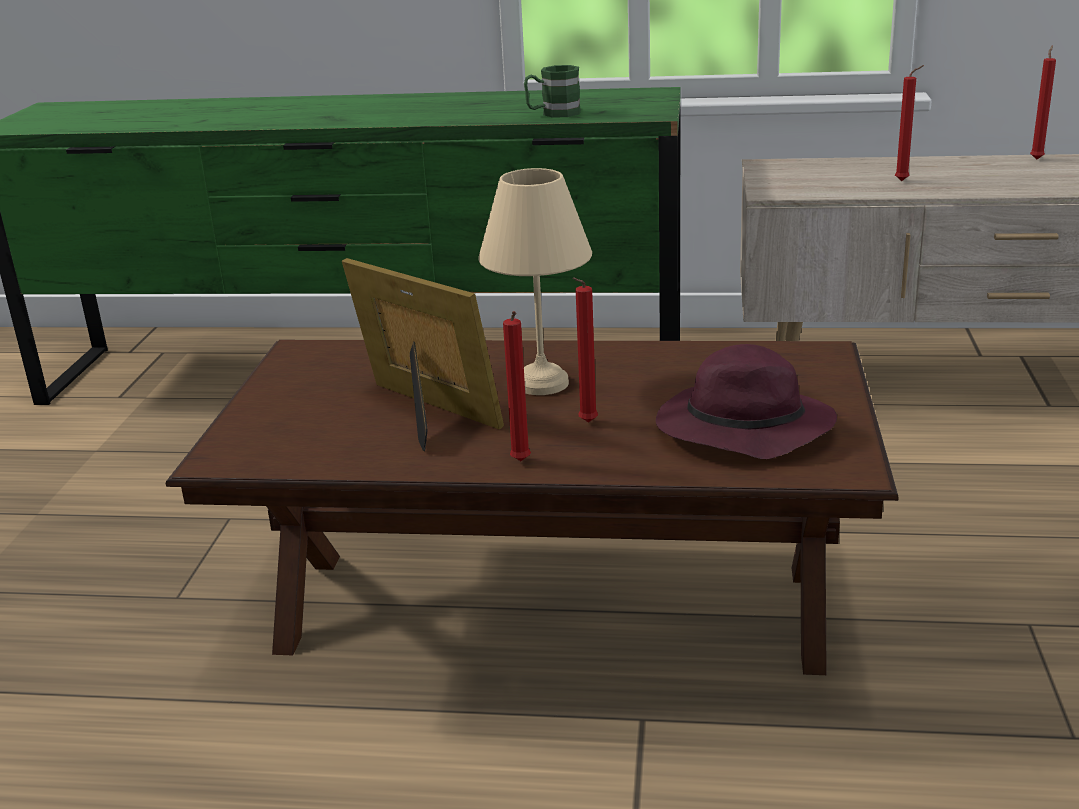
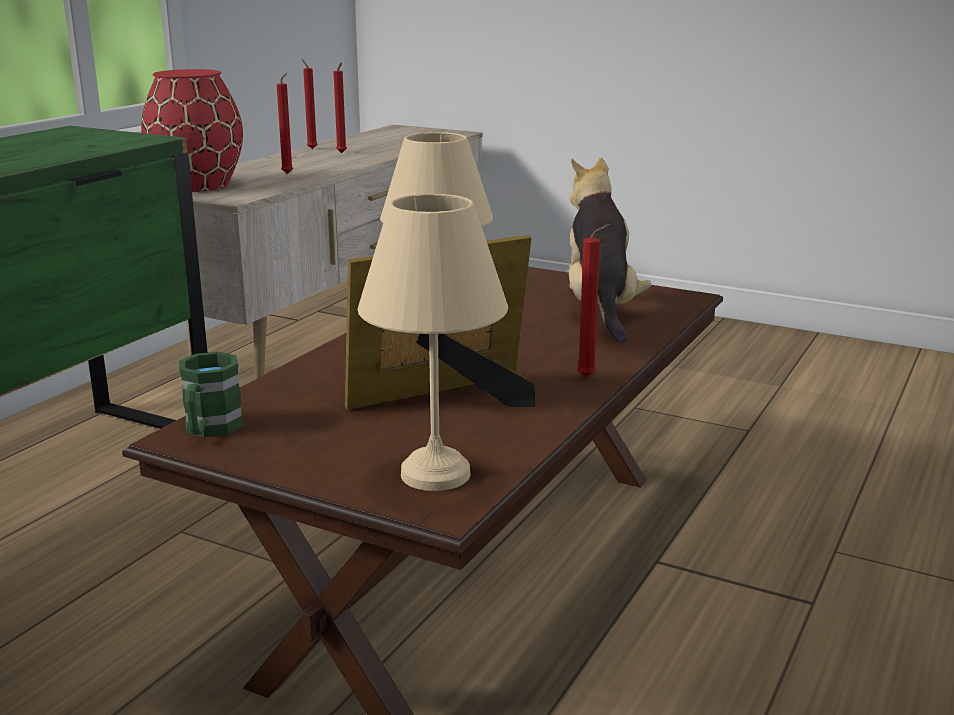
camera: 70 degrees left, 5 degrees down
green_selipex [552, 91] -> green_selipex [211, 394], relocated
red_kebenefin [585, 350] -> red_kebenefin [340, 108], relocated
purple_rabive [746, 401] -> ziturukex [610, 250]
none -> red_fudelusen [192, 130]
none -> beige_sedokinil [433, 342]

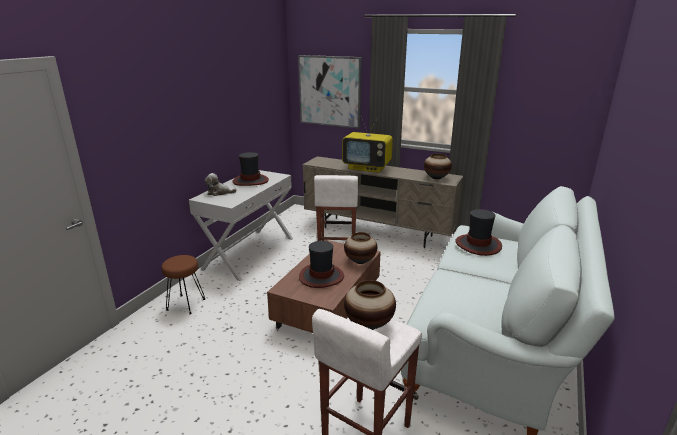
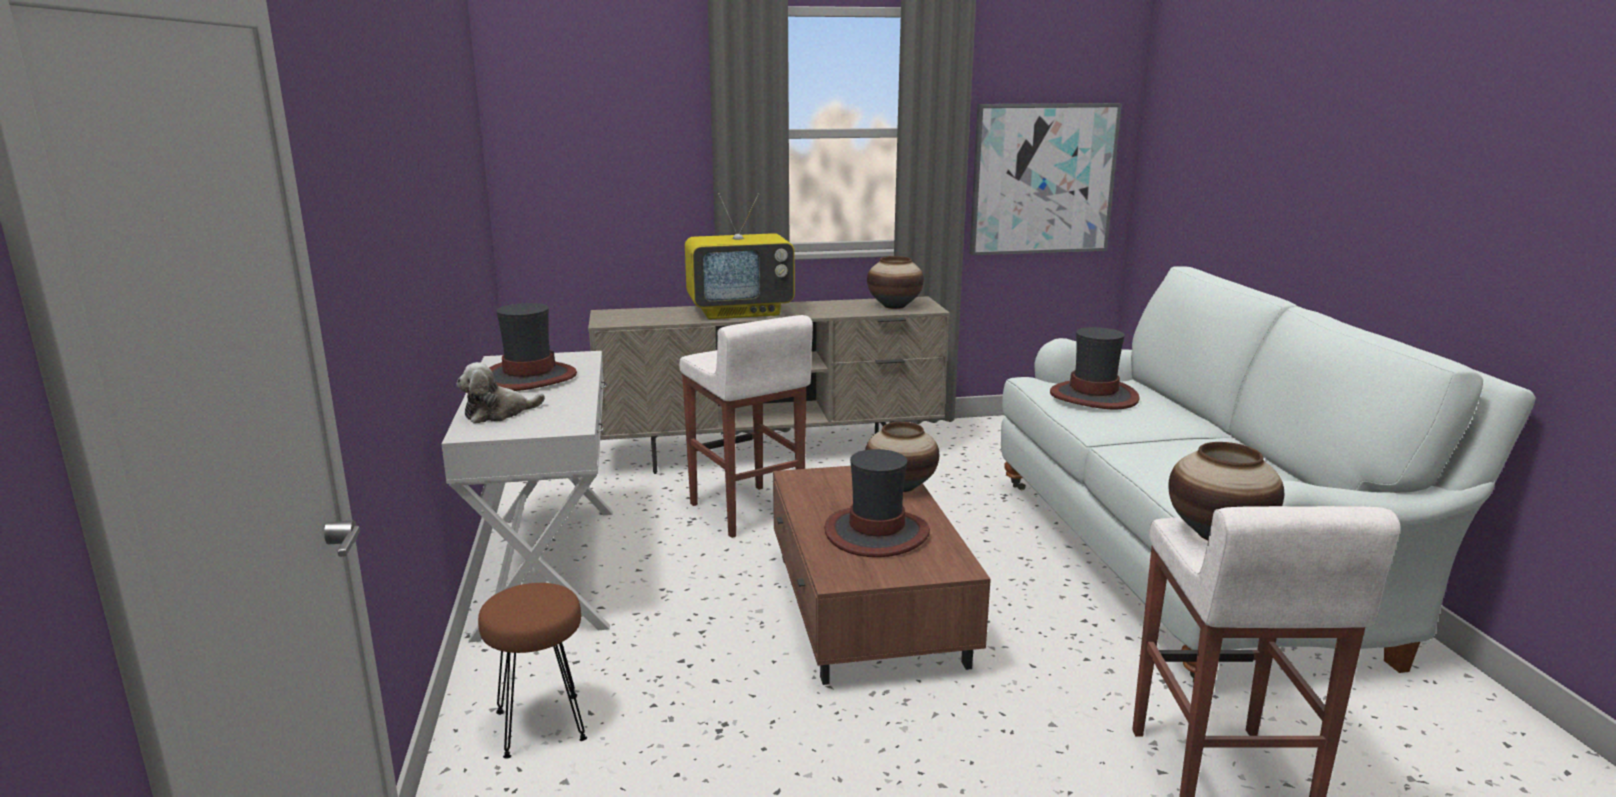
camera: 35 degrees left, 5 degrees down
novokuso [330, 92] -> novokuso [1046, 179], relocated

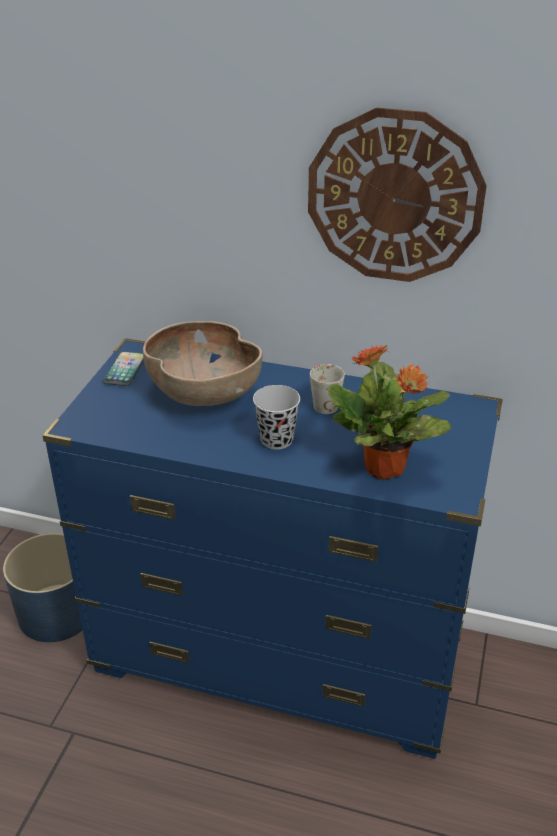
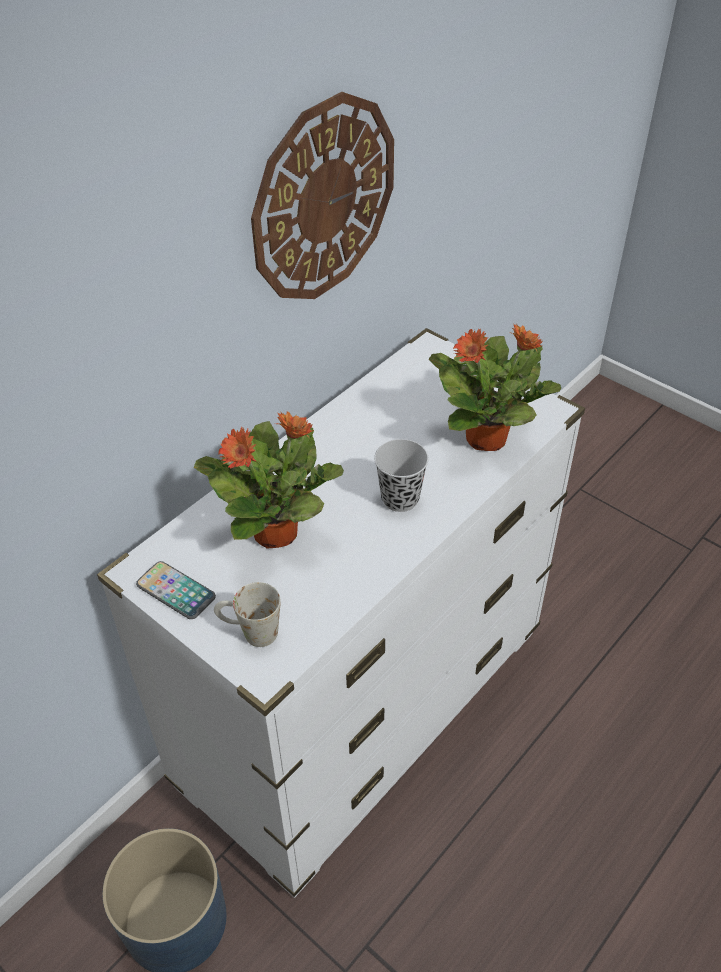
camera: 65 degrees left, 10 degrees up
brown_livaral [202, 363] -> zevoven [269, 480]
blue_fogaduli [272, 548] -> white_fogaduli [341, 613]
white_selipex [327, 389] -> white_selipex [247, 614], relocated

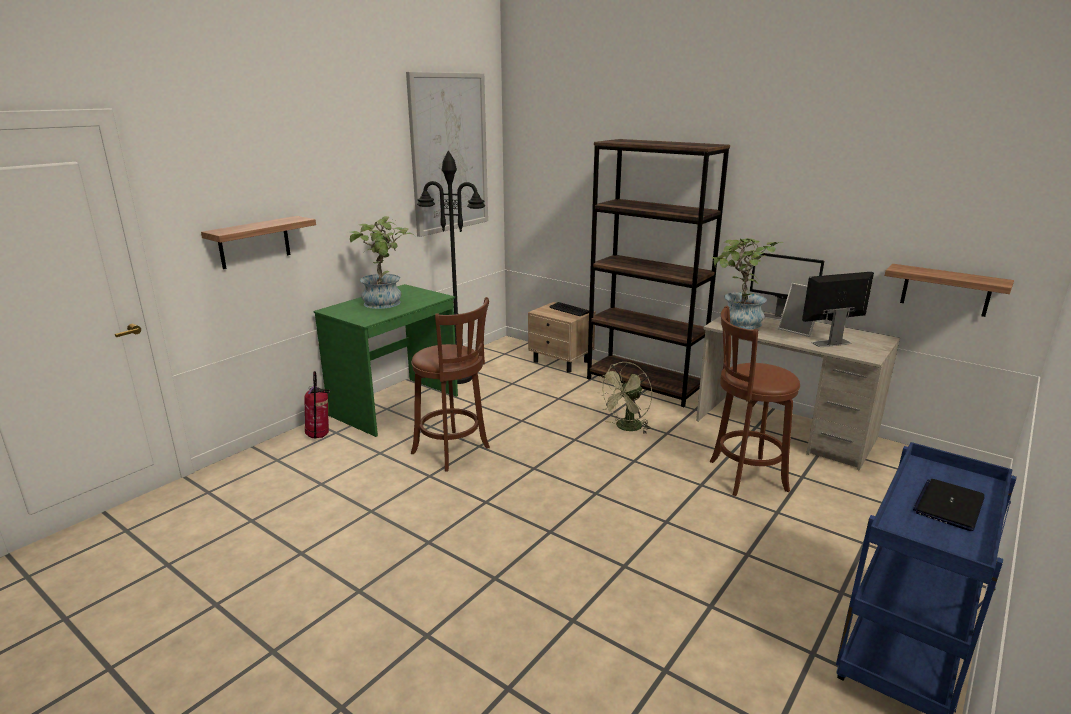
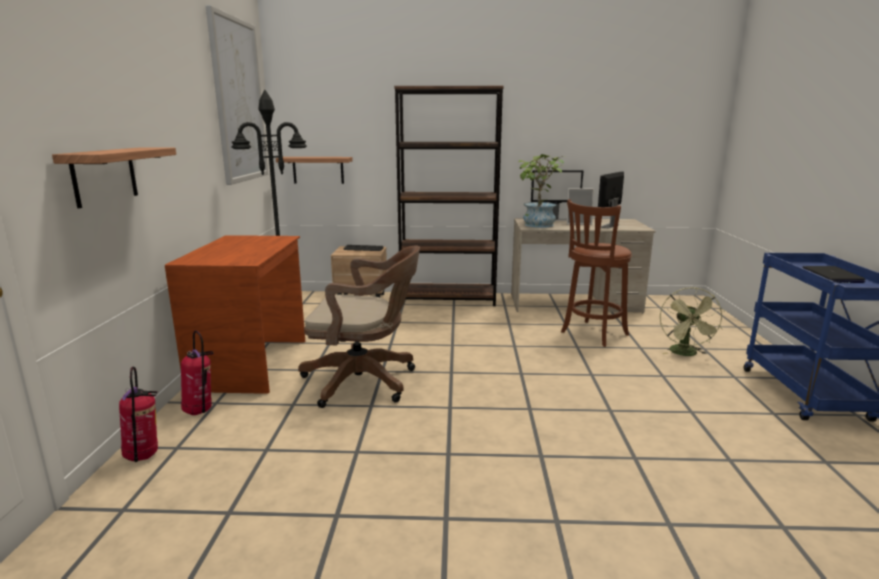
camera: 35 degrees left, 5 degrees down
zevoven [381, 262] -> none
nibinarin [949, 290] -> nibinarin [314, 170], relocated
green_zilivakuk [386, 360] -> brown_zilivakuk [235, 314]
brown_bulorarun [450, 384] -> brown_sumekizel [359, 326]
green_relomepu [624, 398] -> green_relomepu [692, 321], relocated
none -> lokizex [138, 414]

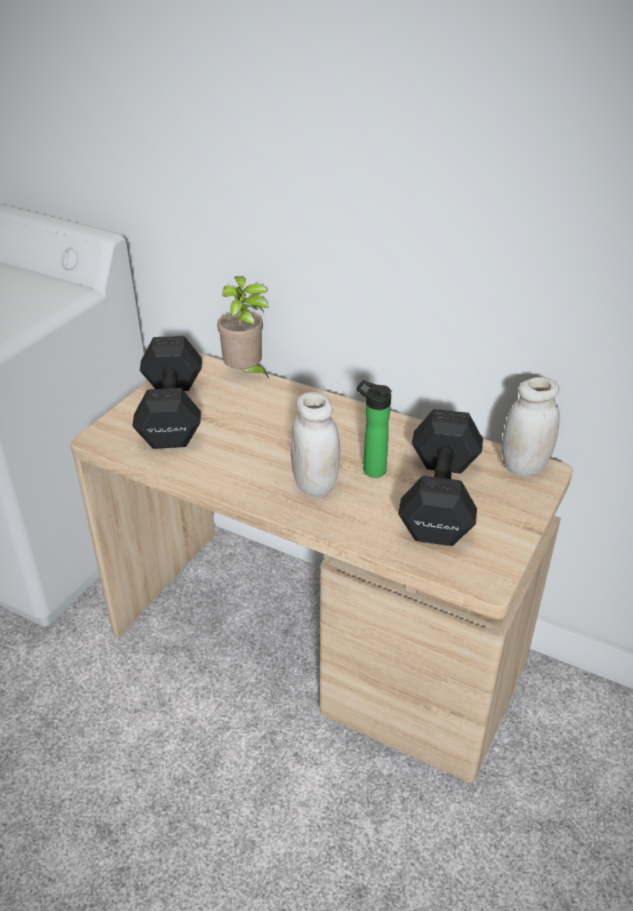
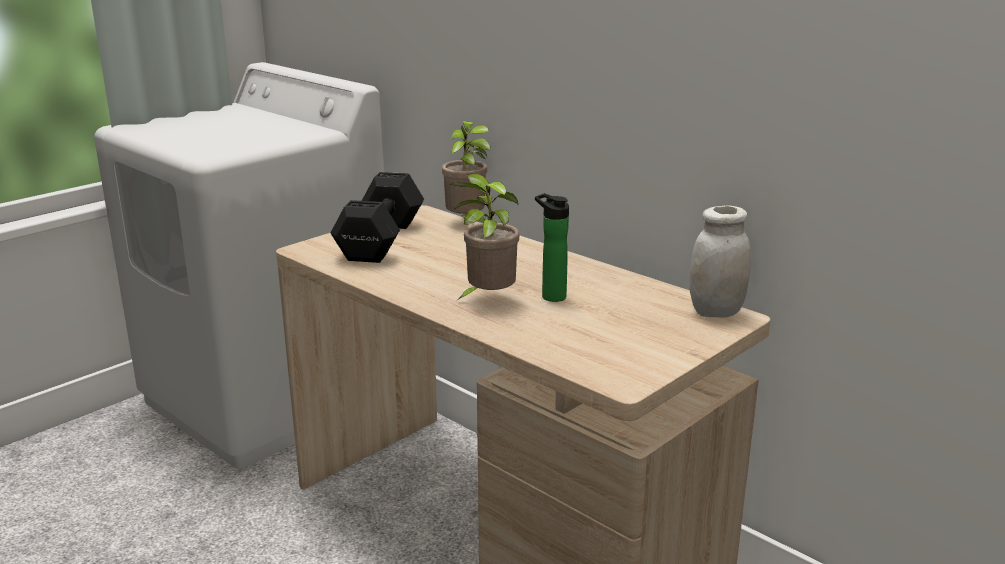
camera: 15 degrees right, 15 degrees down
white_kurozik [315, 444] -> zevoven [484, 236]
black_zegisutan [440, 477] -> none

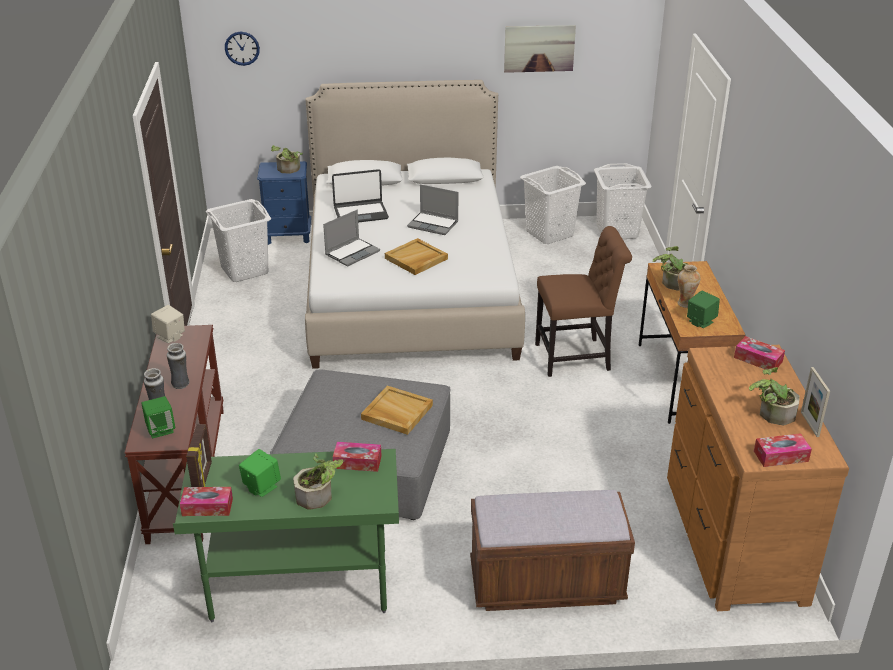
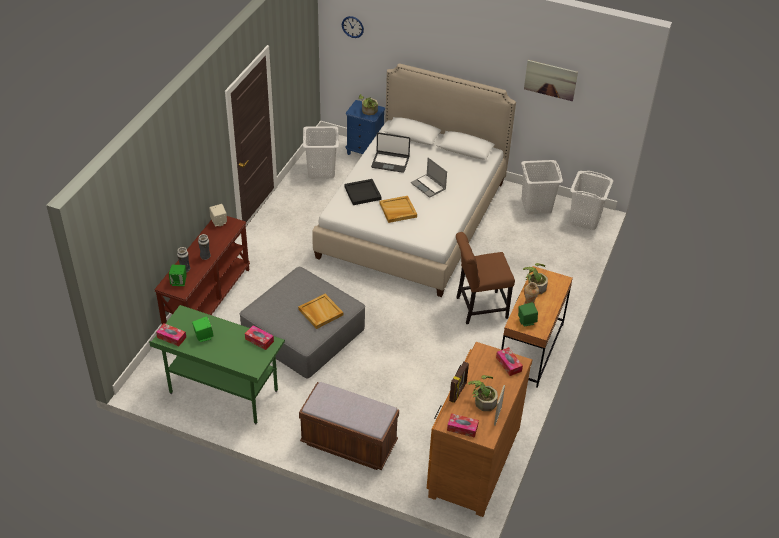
camera: 25 degrees right, 10 degrees up
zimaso [351, 238] -> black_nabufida [363, 192]
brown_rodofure [583, 301] -> brown_rodofure [485, 278], 150 degrees clockwise
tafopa [199, 455] -> tafopa [459, 382], relocated
zevoven [318, 482] -> none

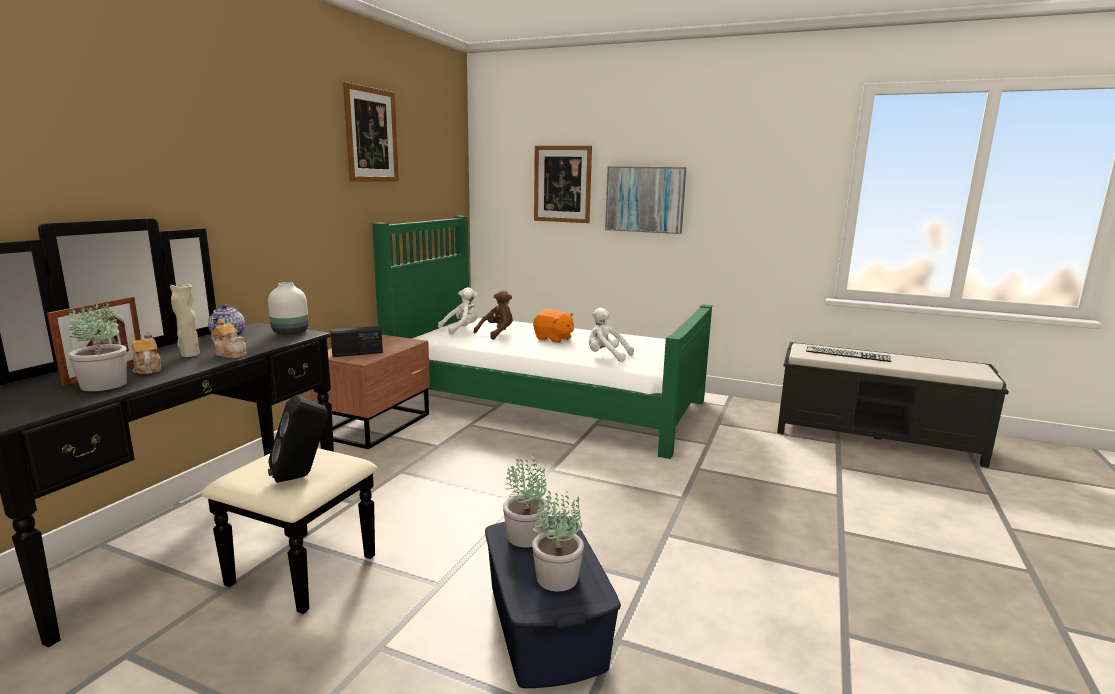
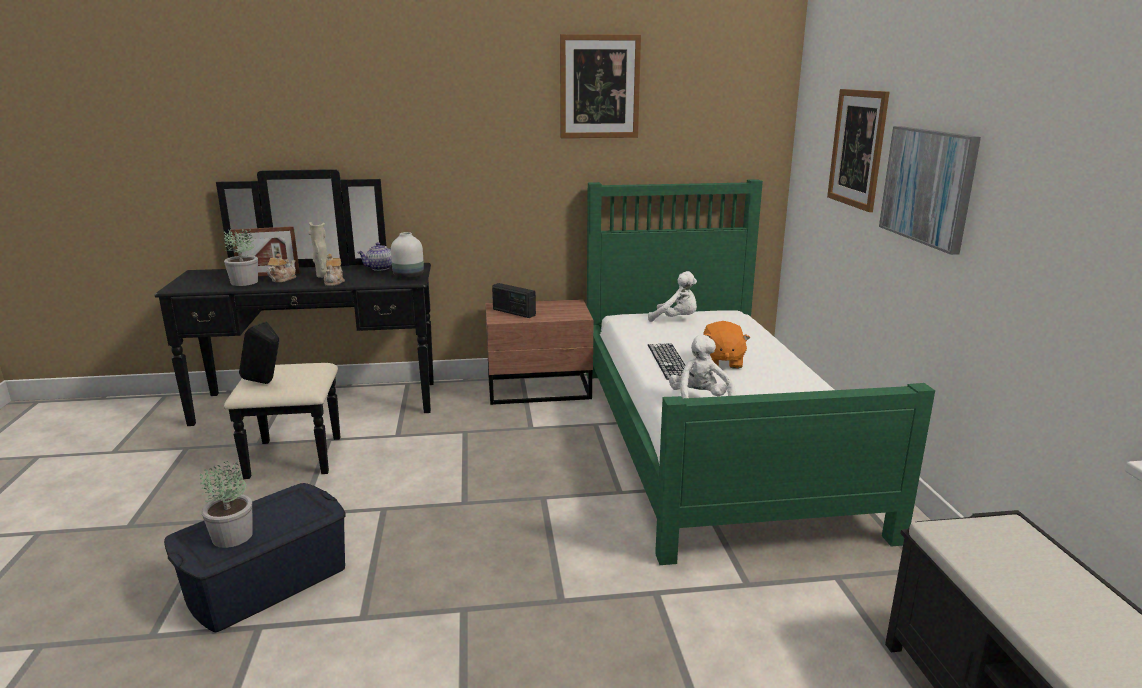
camera: 60 degrees right, 5 degrees up
brown_ziturukex [493, 315] -> none
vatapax [849, 354] -> vatapax [666, 361], relocated
zevoven [526, 501] -> none

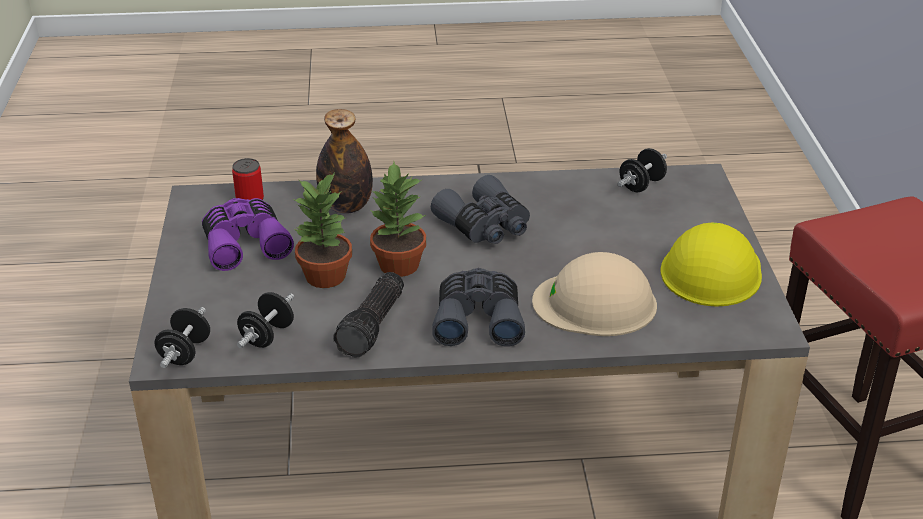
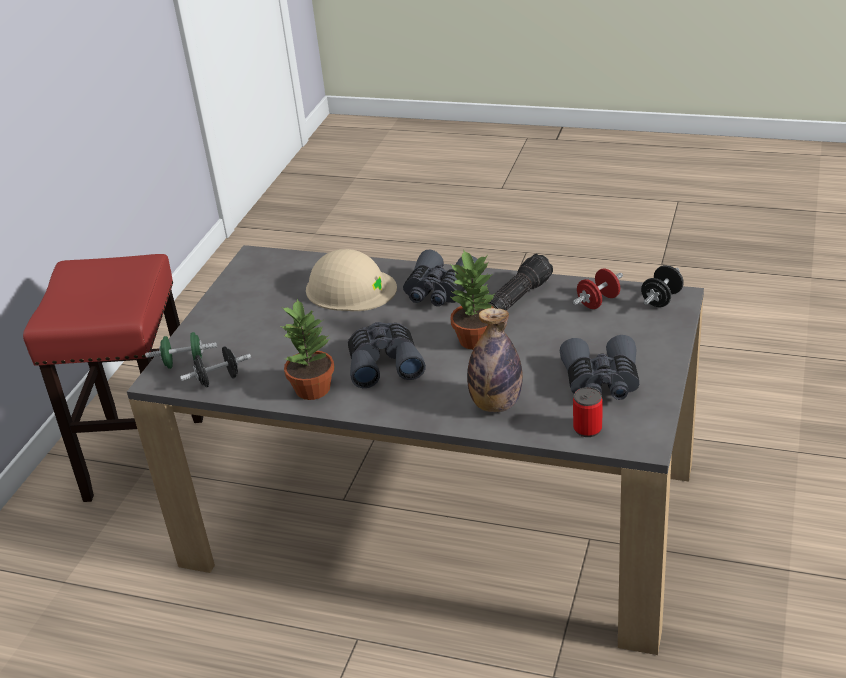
camera: 155 degrees left, 0 degrees up
zevoven [322, 230] -> zevoven [307, 349], relocated
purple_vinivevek [248, 234] -> grey_vinivevek [599, 367]
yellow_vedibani [711, 265] -> none
black_zegisutan [265, 320] -> red_zegisutan [598, 289]
none -> green_zegisutan [181, 350]

